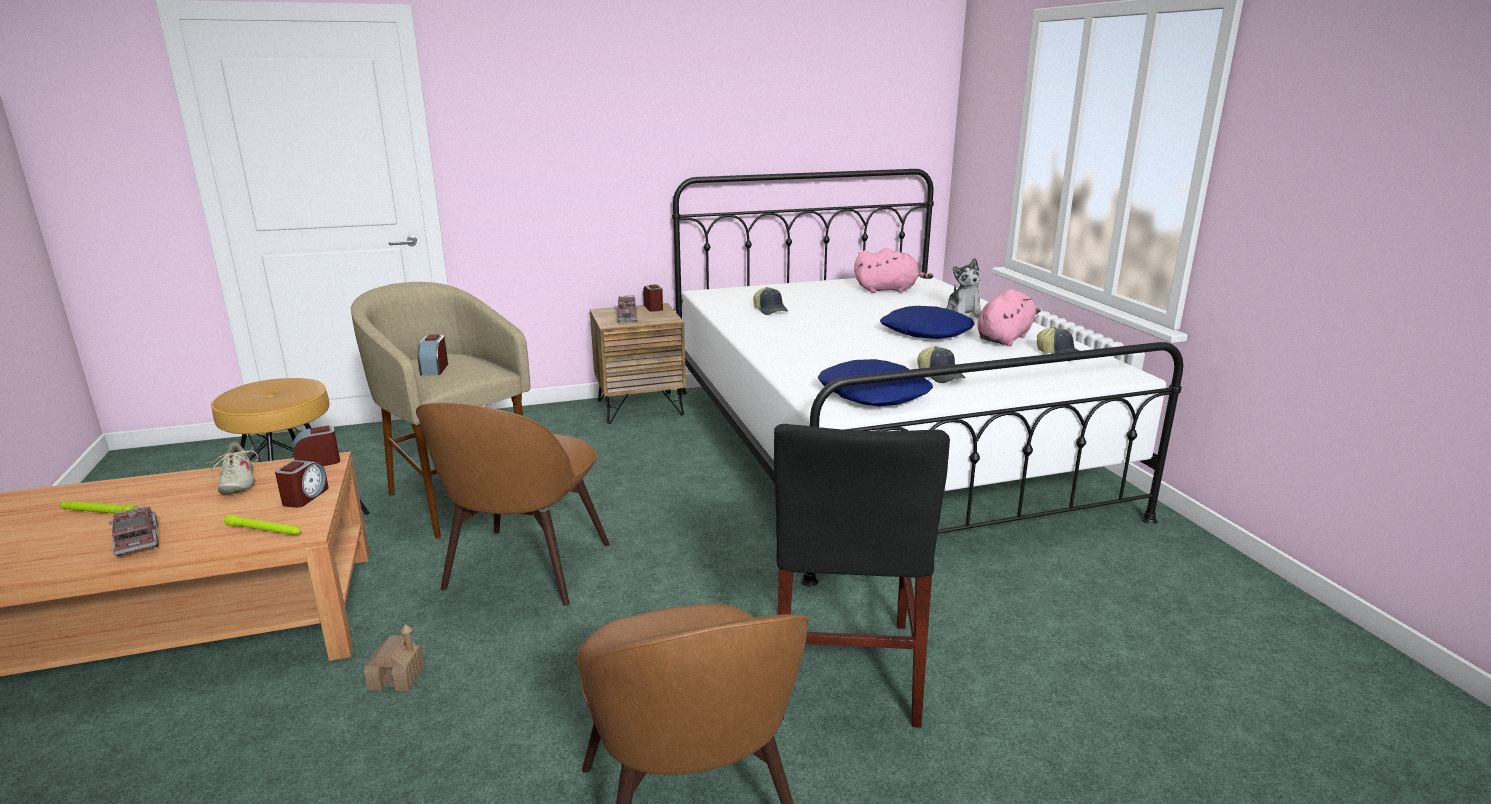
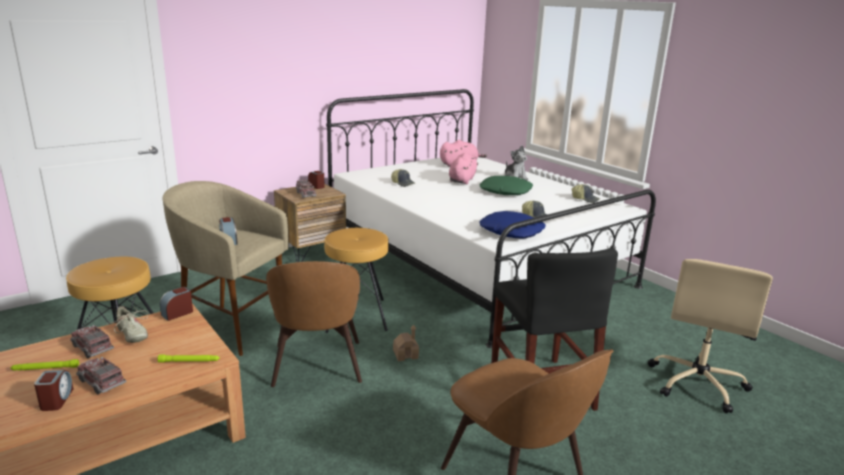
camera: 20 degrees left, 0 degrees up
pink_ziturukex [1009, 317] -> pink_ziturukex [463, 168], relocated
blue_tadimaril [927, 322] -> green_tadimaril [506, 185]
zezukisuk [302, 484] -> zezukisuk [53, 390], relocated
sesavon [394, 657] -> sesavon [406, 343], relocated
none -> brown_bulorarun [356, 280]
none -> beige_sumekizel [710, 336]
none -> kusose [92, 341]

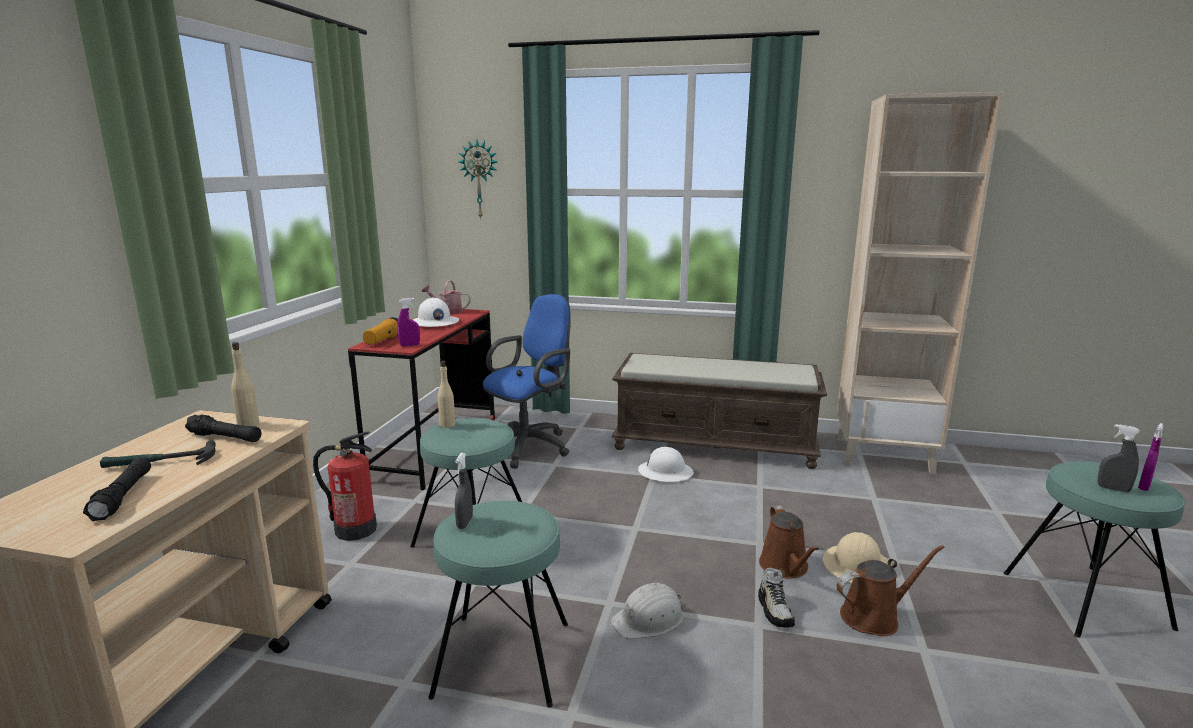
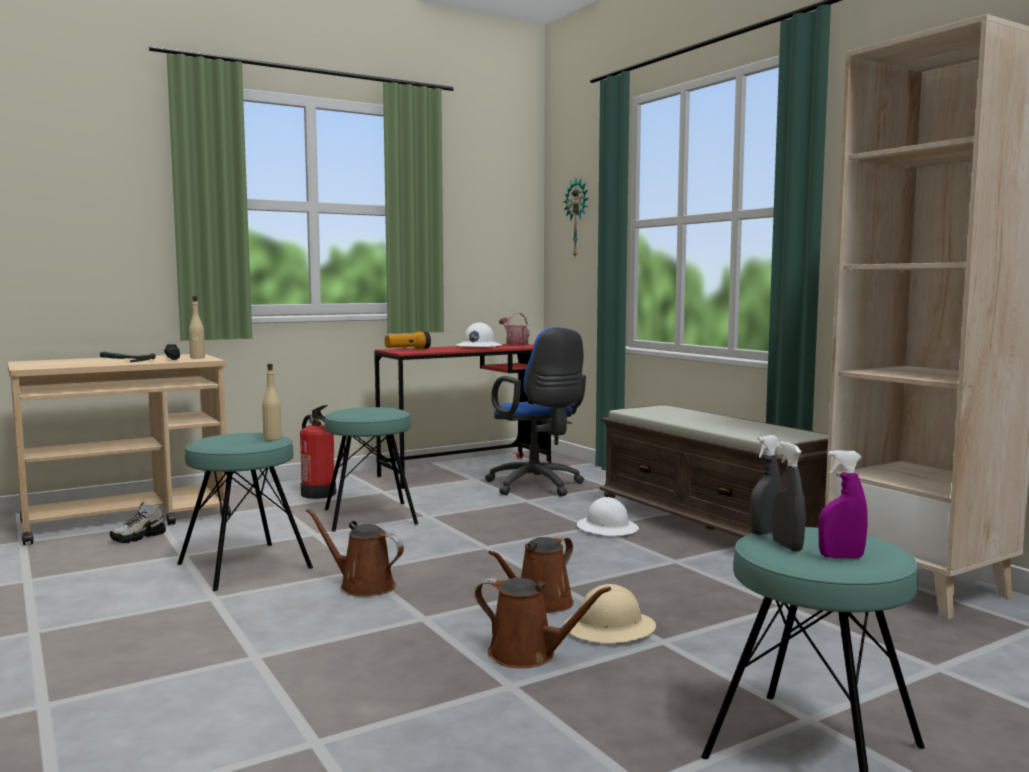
camera: 45 degrees right, 10 degrees down
blue_sumekizel [527, 381] -> blue_sumekizel [535, 411], 60 degrees clockwise
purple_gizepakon [408, 322] -> none
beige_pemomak [446, 394] -> beige_pemomak [272, 402], relocated
grey_gizepakon [464, 491] -> grey_gizepakon [766, 485], relocated
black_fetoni [117, 489] -> none
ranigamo [776, 598] -> ranigamo [138, 522], relocated
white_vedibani [646, 611] -> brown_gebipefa [355, 552]

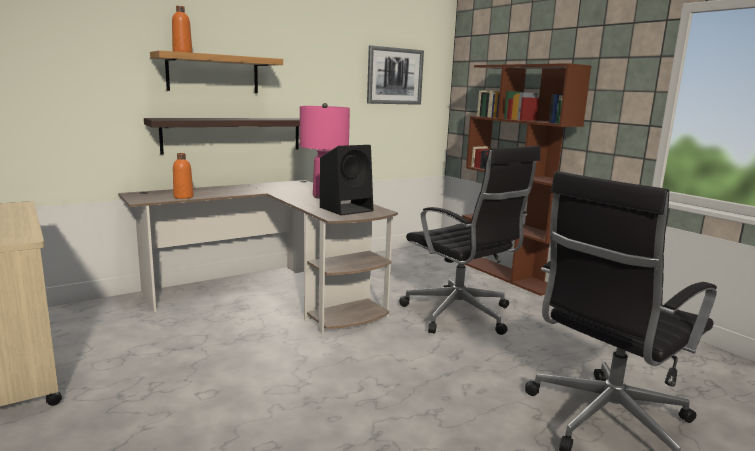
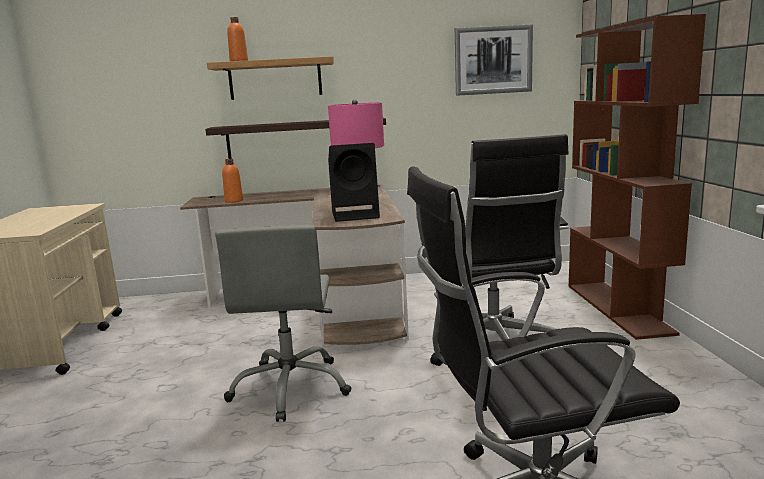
camera: 30 degrees right, 0 degrees up
none -> grey_sumekizel [283, 323]

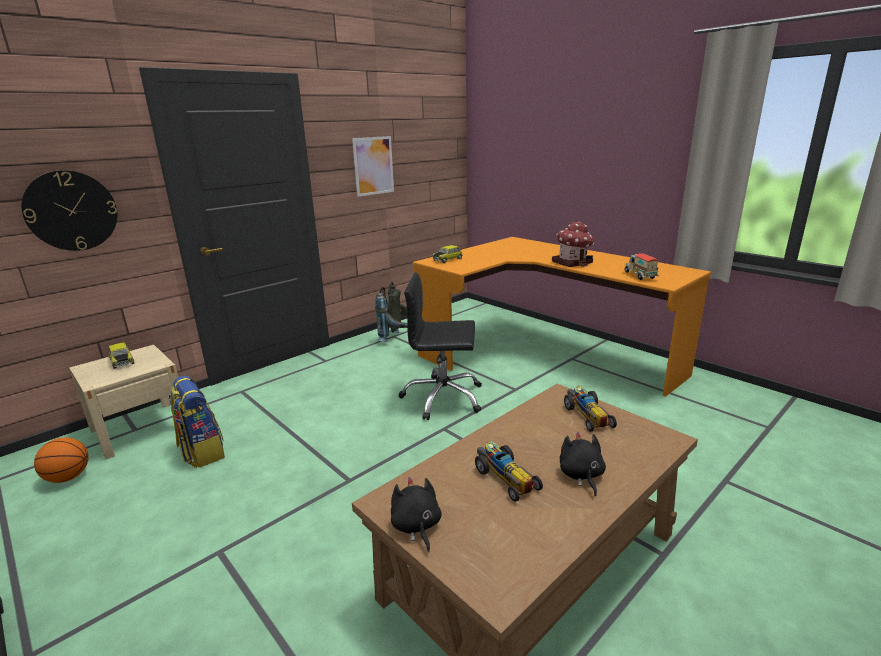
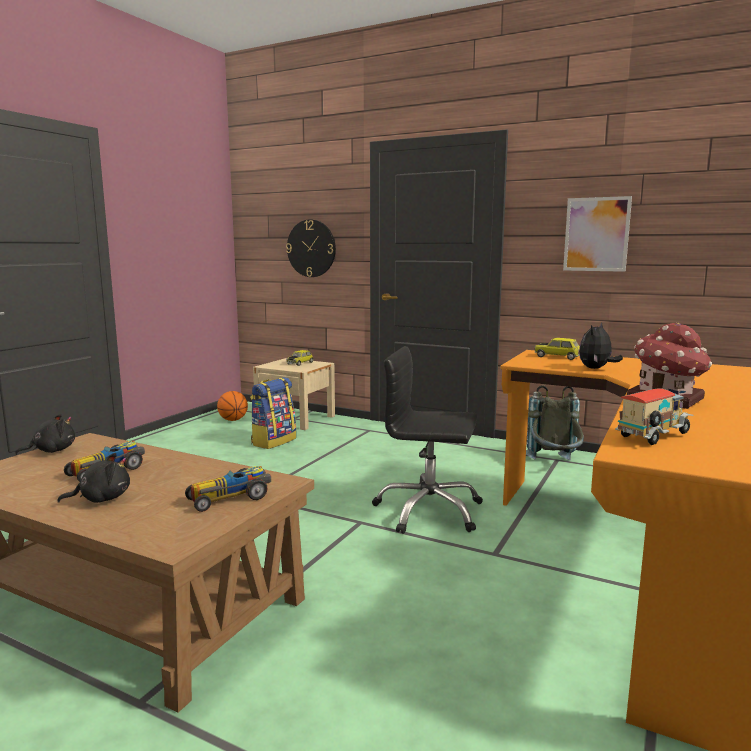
camera: 70 degrees right, 10 degrees down
black_sumekizel [440, 346] -> black_sumekizel [427, 440], 60 degrees counterclockwise
none -> ziturukex [601, 345]

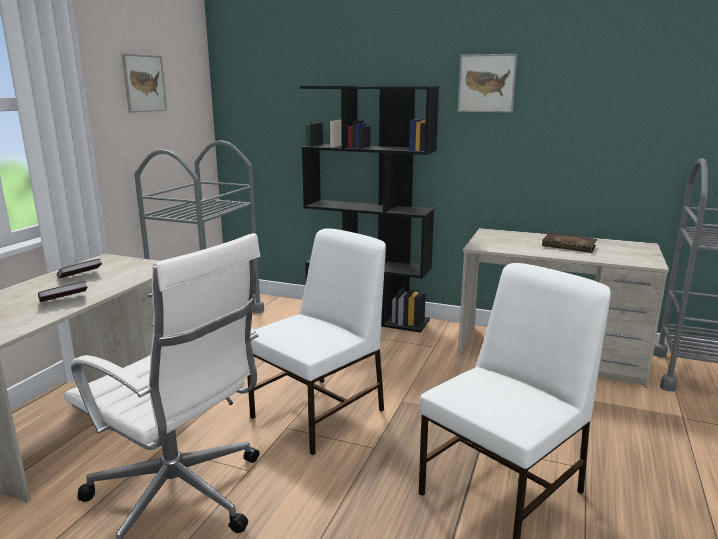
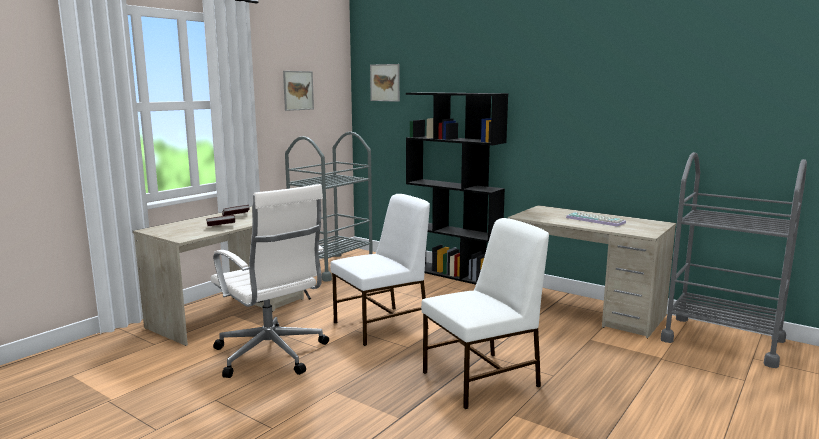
camera: 15 degrees right, 5 degrees down
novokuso [487, 83] -> novokuso [385, 83], relocated
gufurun [569, 243] -> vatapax [596, 219]

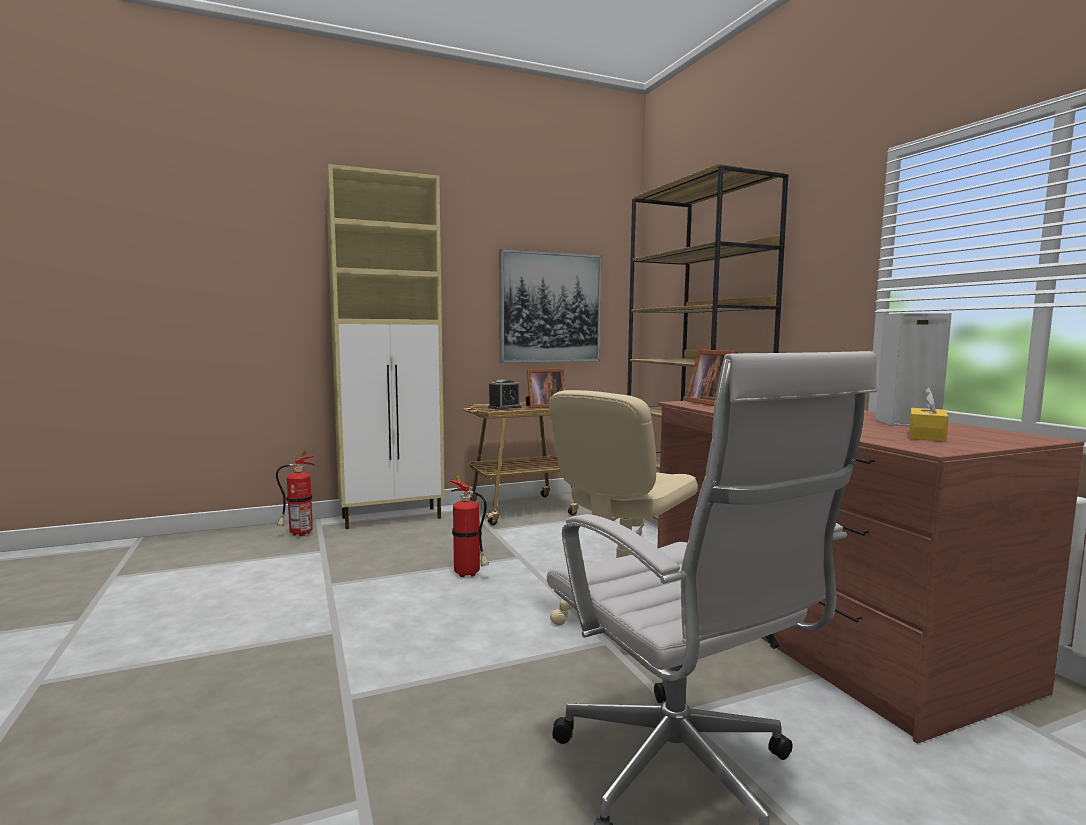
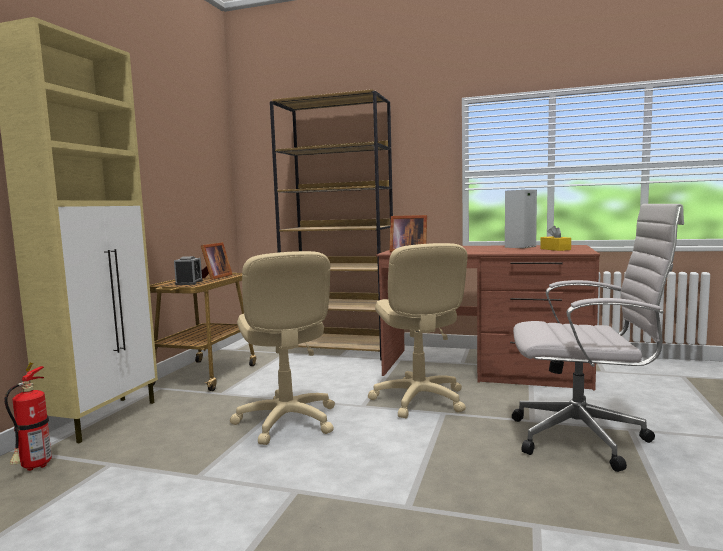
camera: 50 degrees left, 0 degrees up
novokuso [550, 306] -> none
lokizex [469, 526] -> beige_sumekizel [282, 348]

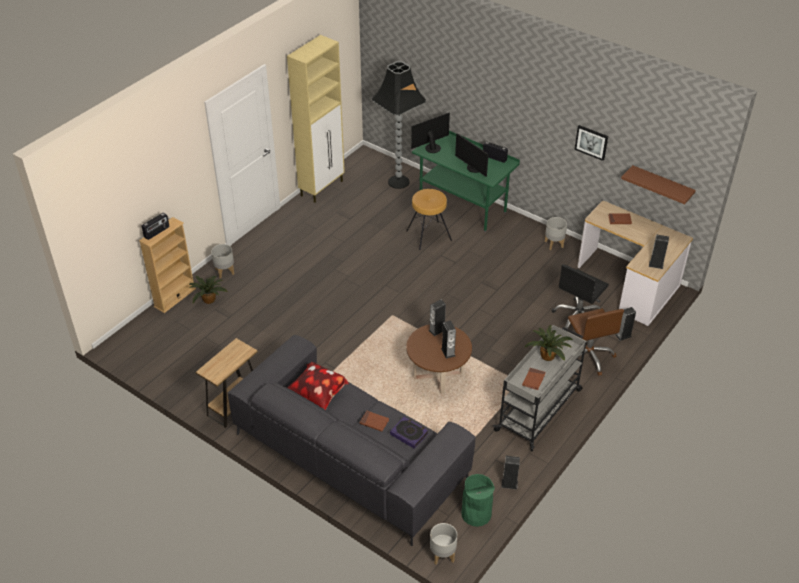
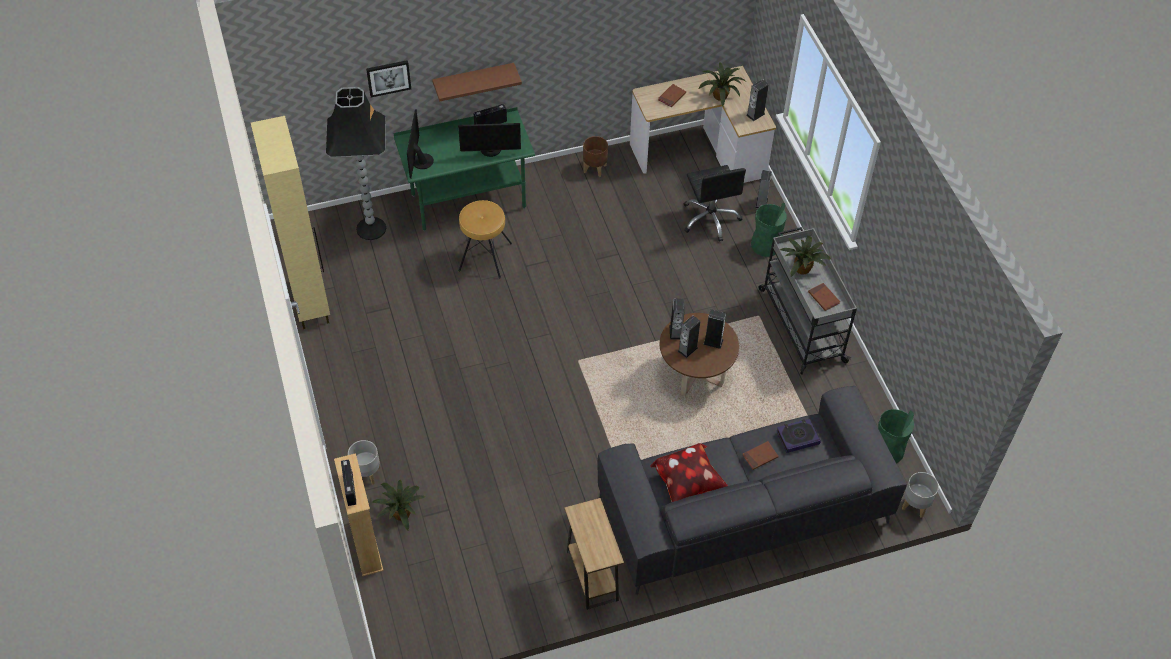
camera: 55 degrees left, 10 degrees up
novokuso [591, 143] -> novokuso [388, 78], relocated
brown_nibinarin [658, 184] -> brown_nibinarin [477, 82], relocated
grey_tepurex [556, 233] -> brown_tepurex [595, 156]
brown_sumekizel [596, 342] -> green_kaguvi [769, 230]
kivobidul [510, 473] -> kivobidul [689, 337], relocated
none -> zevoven [722, 84]

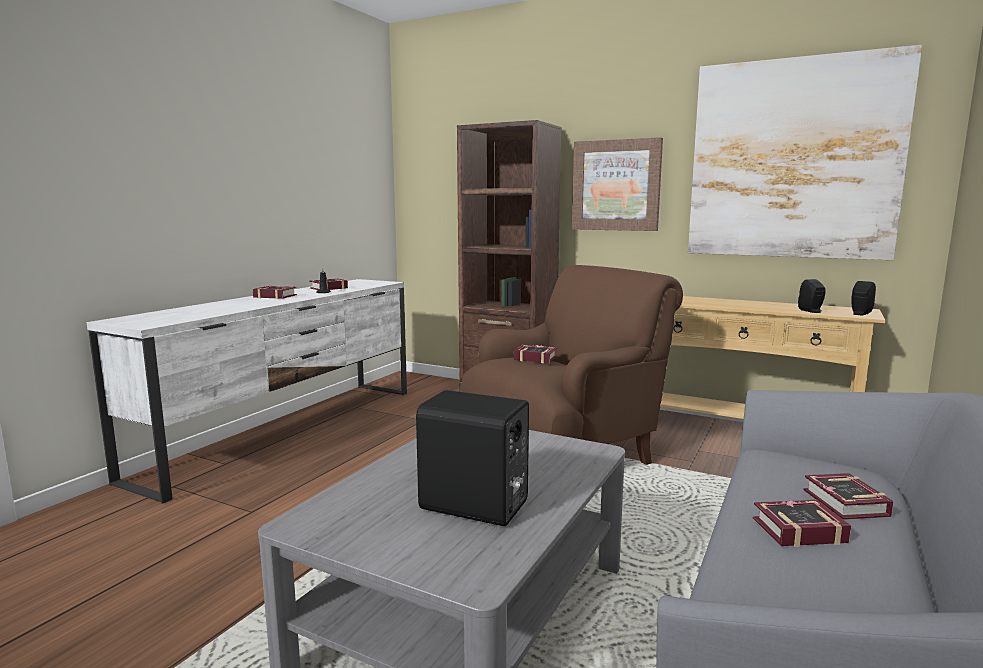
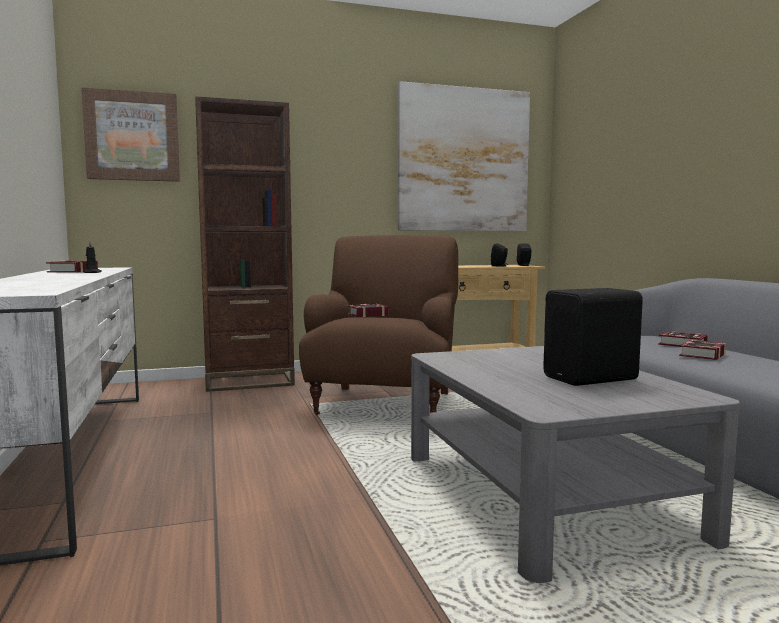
camera: 45 degrees left, 5 degrees down
novokuso [617, 184] -> novokuso [130, 135], relocated
gufurun [275, 292] -> none

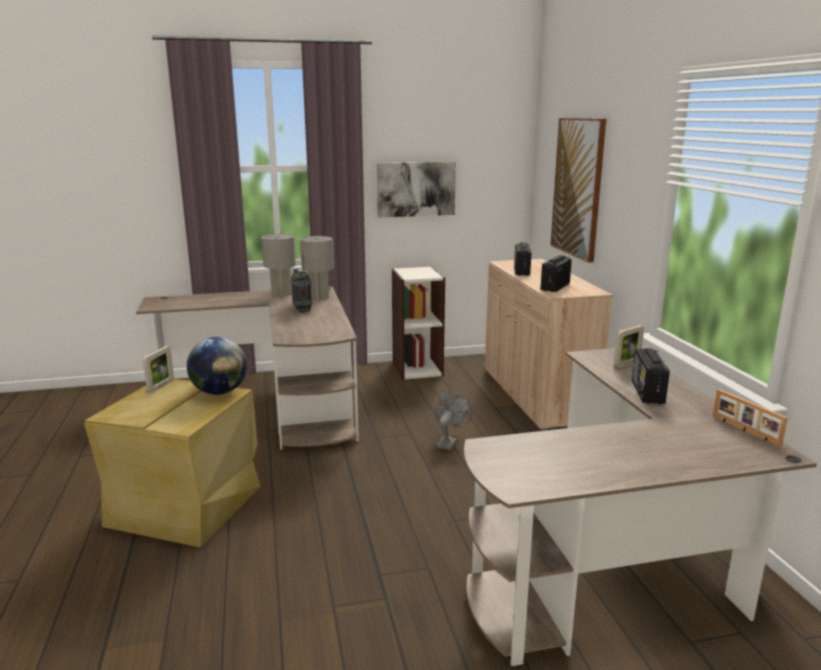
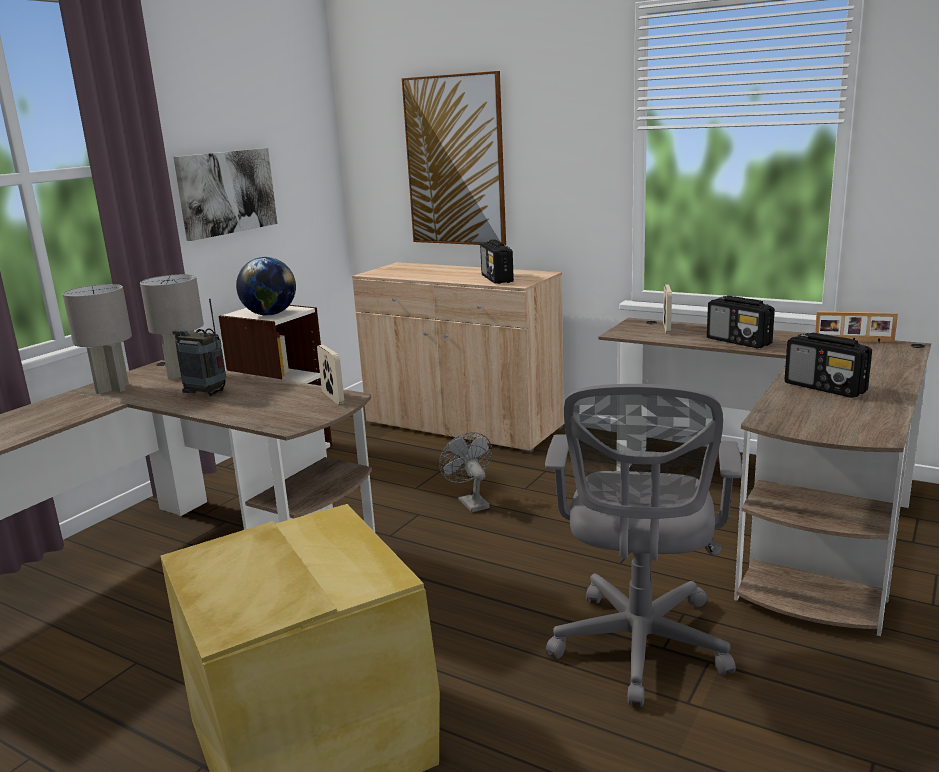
camera: 45 degrees left, 0 degrees up
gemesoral [523, 259] -> gemesoral [828, 365], relocated
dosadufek [217, 366] -> dosadufek [266, 286], relocated
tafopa [158, 369] -> tafopa [330, 375], relocated
none -> grey_sumekizel [643, 545]

